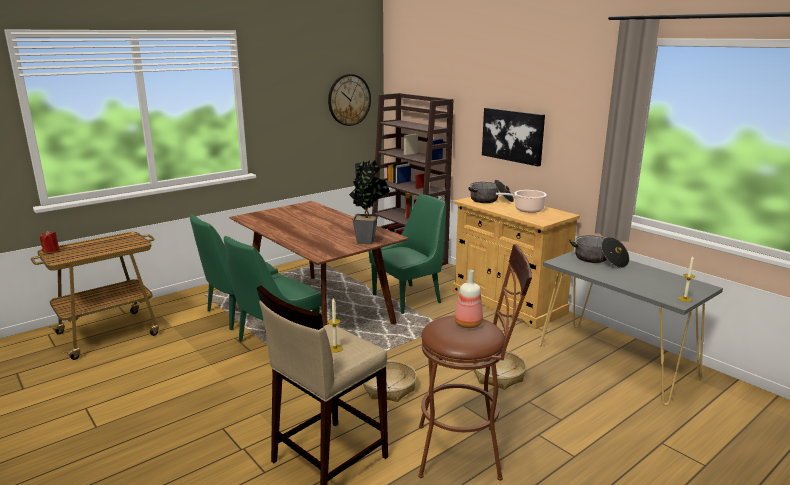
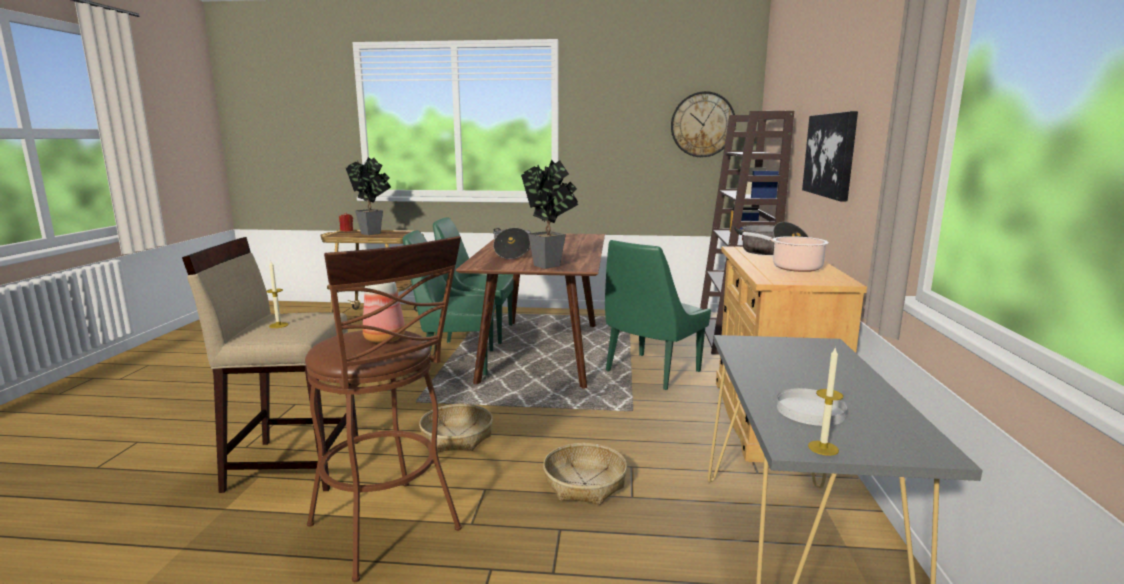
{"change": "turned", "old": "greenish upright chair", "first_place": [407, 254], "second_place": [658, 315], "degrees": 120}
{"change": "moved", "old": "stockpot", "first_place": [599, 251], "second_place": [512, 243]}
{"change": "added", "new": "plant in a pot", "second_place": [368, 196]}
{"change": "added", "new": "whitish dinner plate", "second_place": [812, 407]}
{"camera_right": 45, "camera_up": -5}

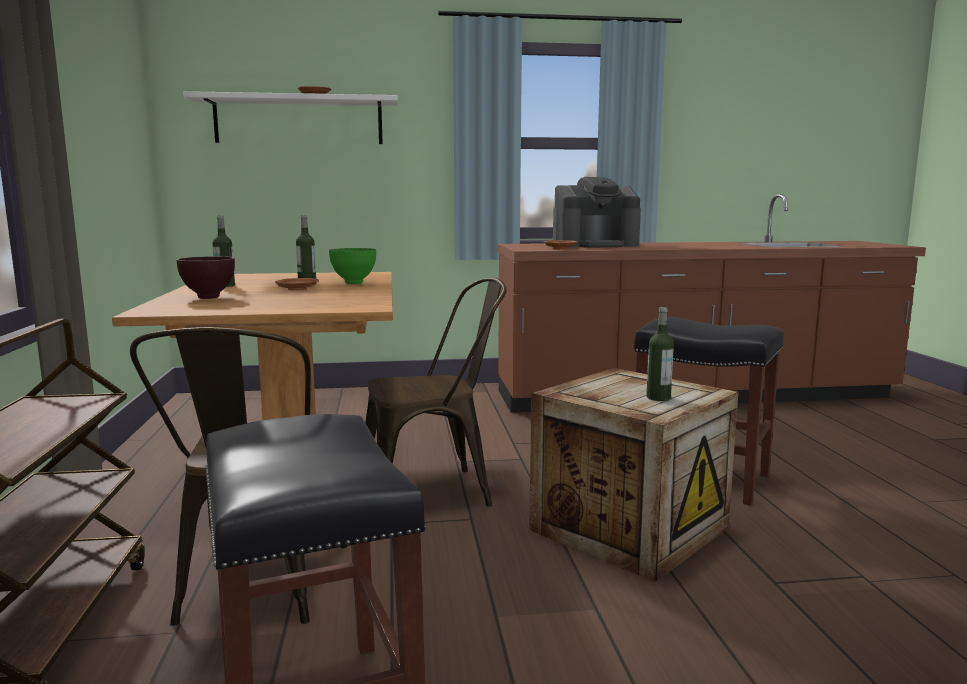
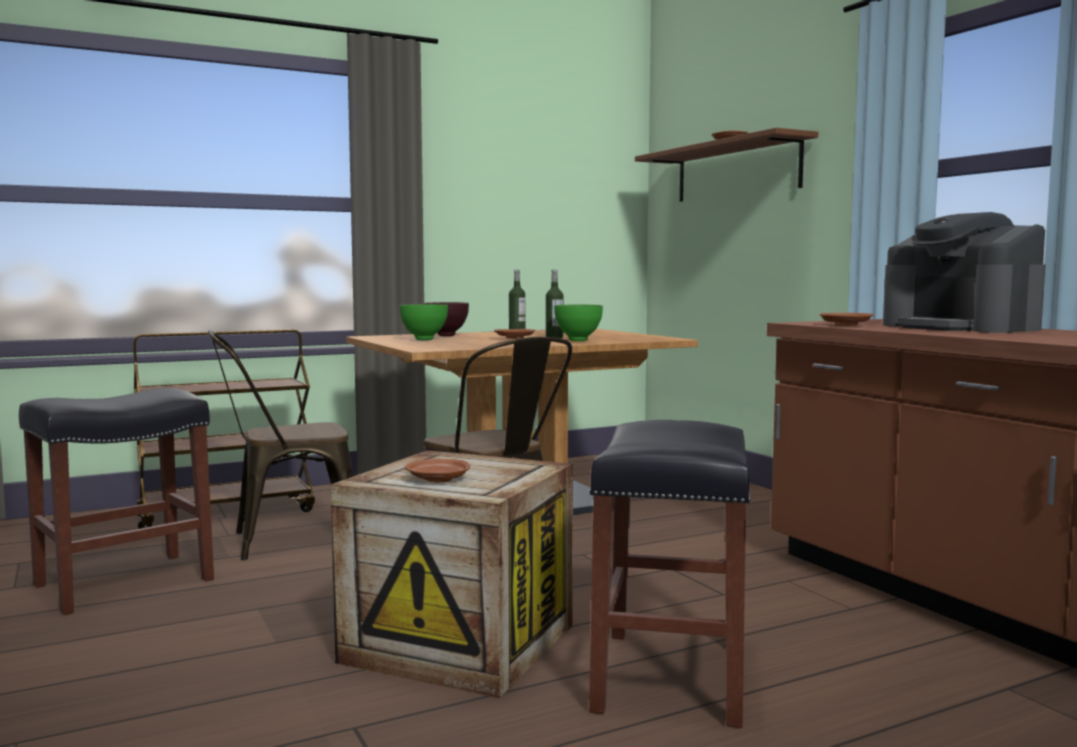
{"change": "recoloured", "old": "whitish shelf", "new": "brown-coloured shelf", "first_place": [290, 117], "second_place": [726, 165]}
{"change": "replaced", "old": "bottle", "new": "brown-coloured dinner plate", "first_place": [660, 354], "second_place": [437, 470]}
{"change": "added", "new": "greenish bowl", "second_place": [424, 322]}
{"camera_right": 70, "camera_up": -5}

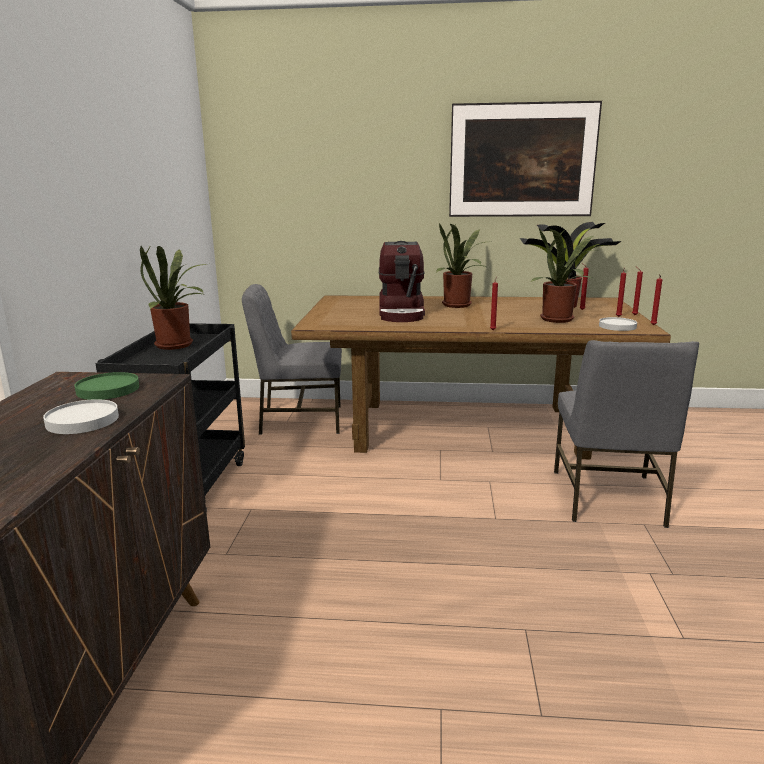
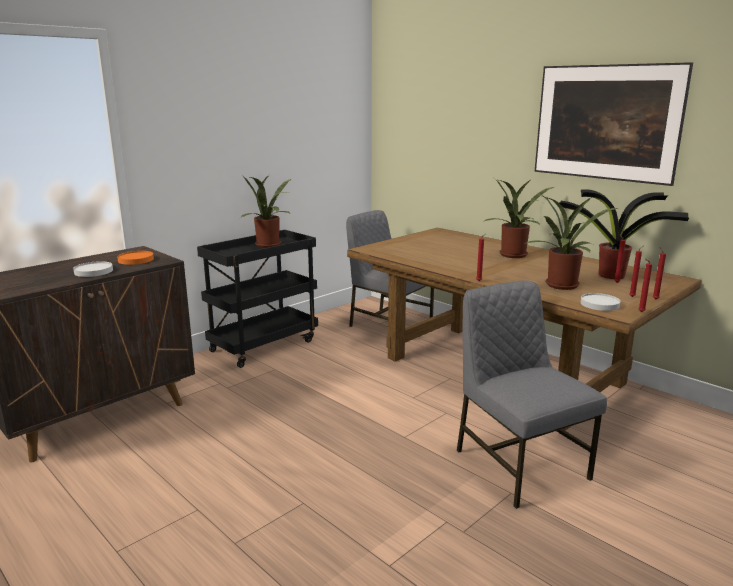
{"change": "removed", "old": "coffee brewer", "first_place": [402, 281]}
{"change": "turned", "old": "grey upright chair", "first_place": [626, 434], "second_place": [531, 394], "degrees": 105}
{"change": "recoloured", "old": "greenish dinner plate", "new": "orange dinner plate", "first_place": [106, 386], "second_place": [135, 258]}
{"camera_right": 40, "camera_up": 0}

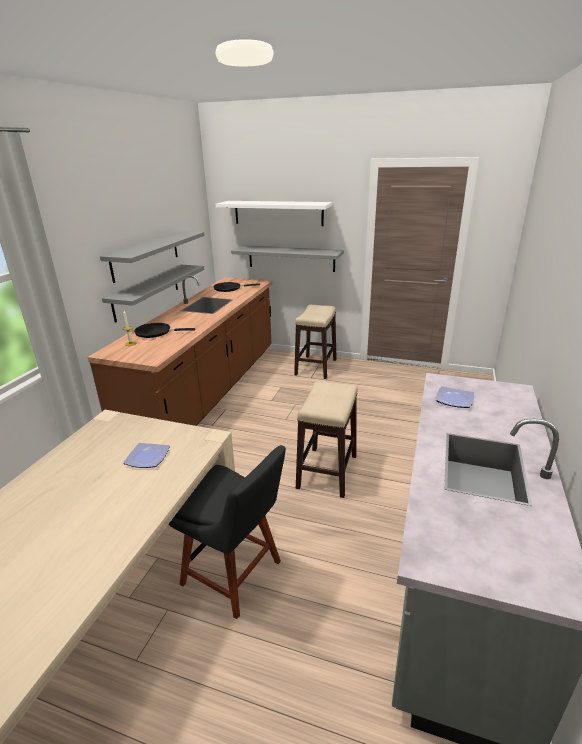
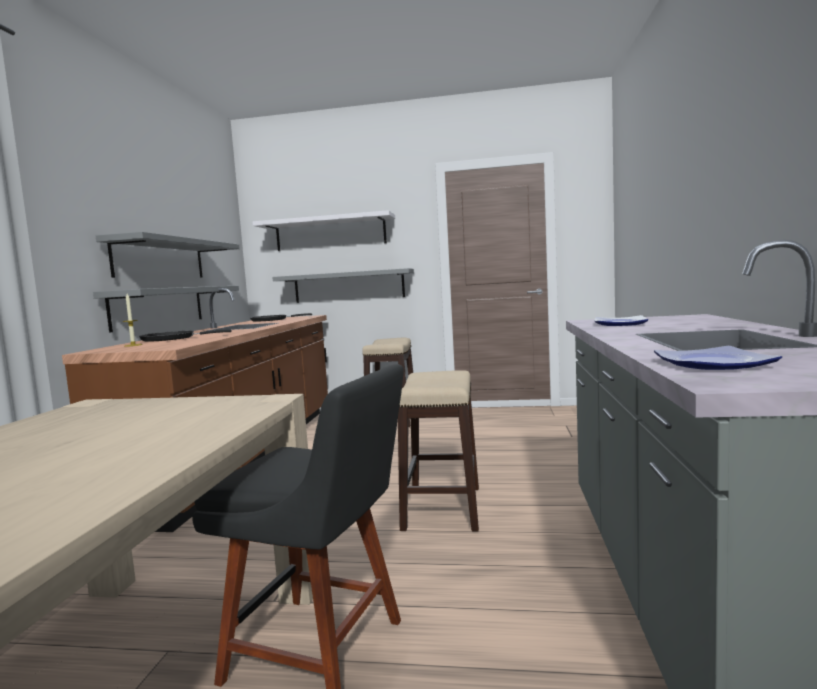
{"change": "moved", "old": "dinner plate", "first_place": [146, 455], "second_place": [718, 358]}
{"camera_right": -10, "camera_up": -20}

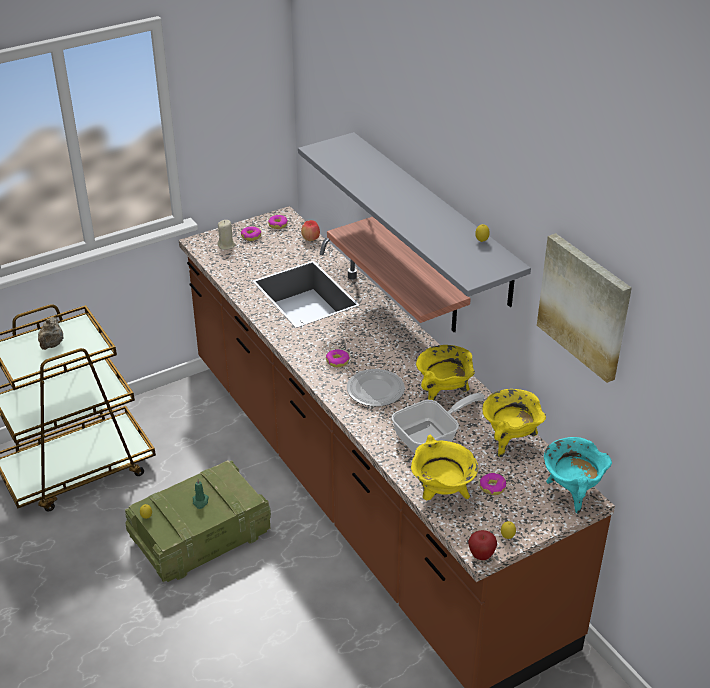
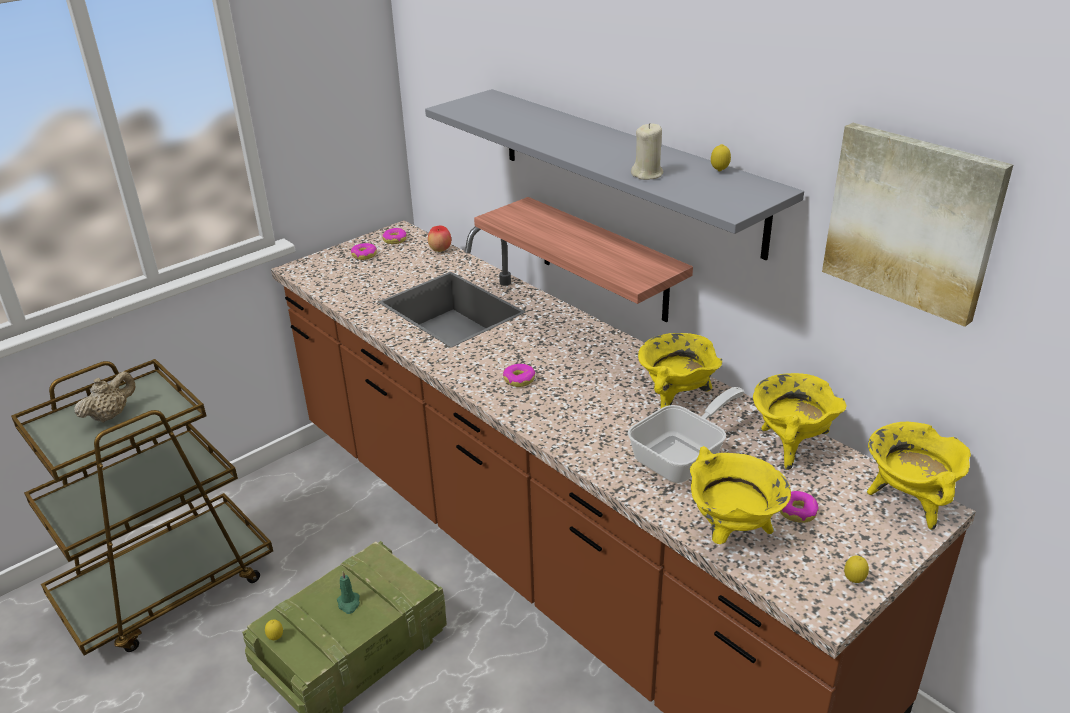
{"change": "moved", "old": "beige candle", "first_place": [226, 235], "second_place": [647, 151]}
{"change": "turned", "old": "beige pot for tea", "first_place": [50, 333], "second_place": [104, 397], "degrees": -135}
{"change": "removed", "old": "dinner plate", "first_place": [376, 388]}
{"change": "recoloured", "old": "blue-green stockpot", "new": "yellow stockpot", "first_place": [578, 475], "second_place": [919, 476]}
{"change": "removed", "old": "apple", "first_place": [482, 545]}
{"camera_right": -10, "camera_up": -5}

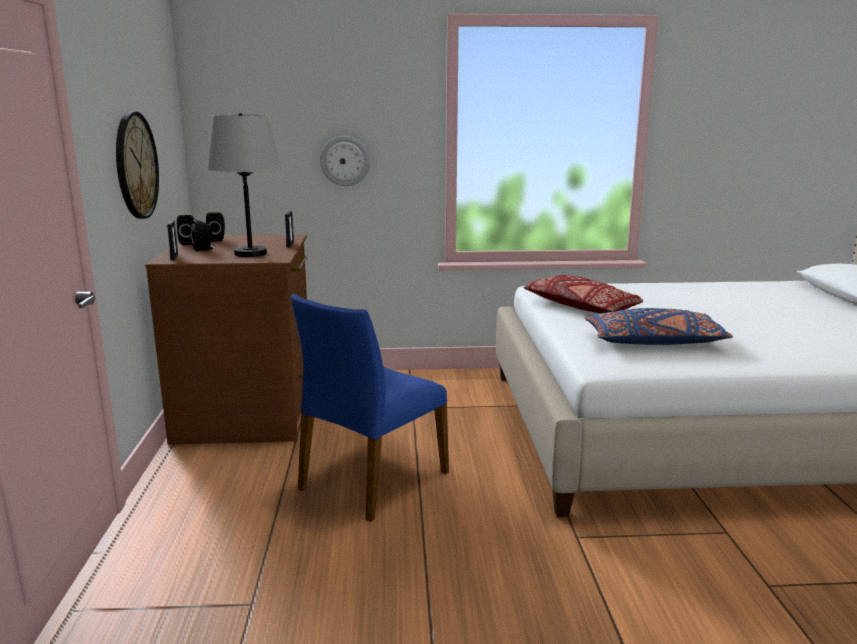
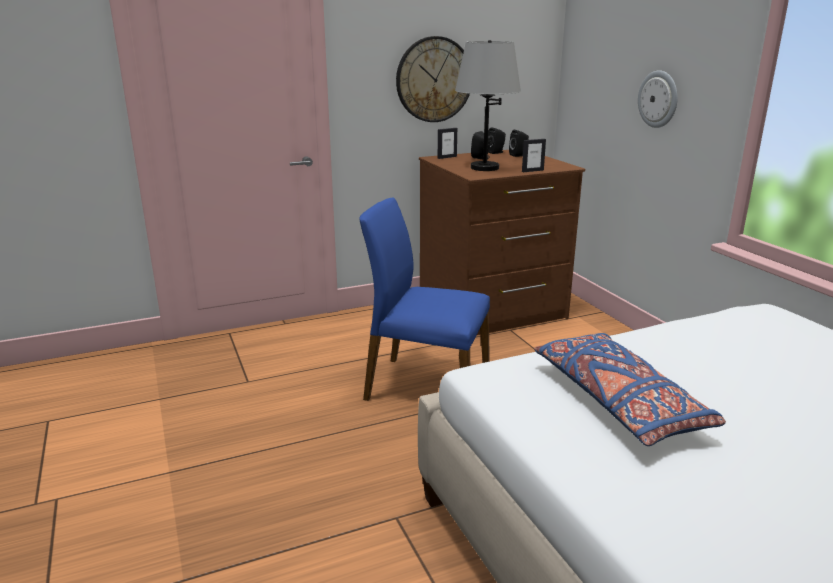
{"change": "removed", "old": "red-coloured cushion", "first_place": [583, 294]}
{"camera_right": 70, "camera_up": 5}

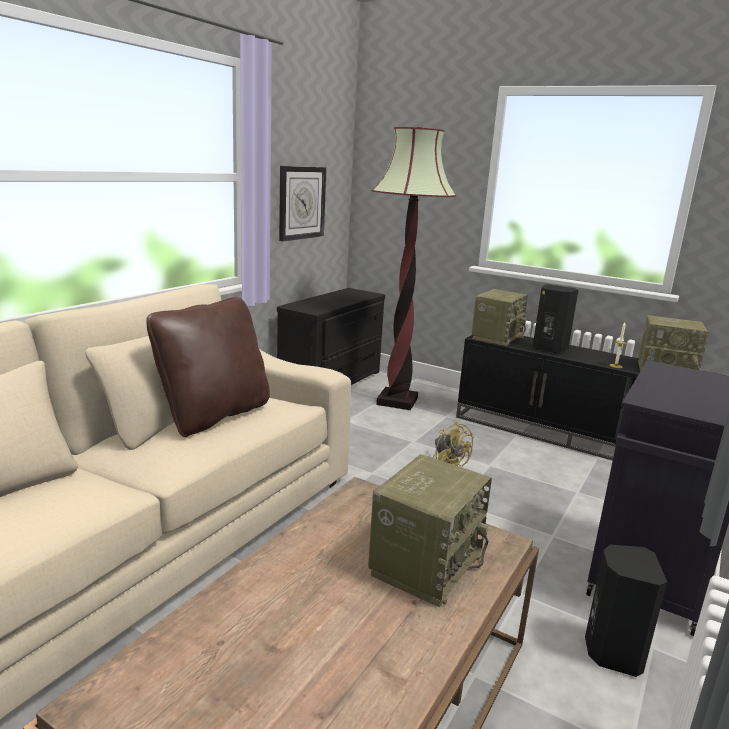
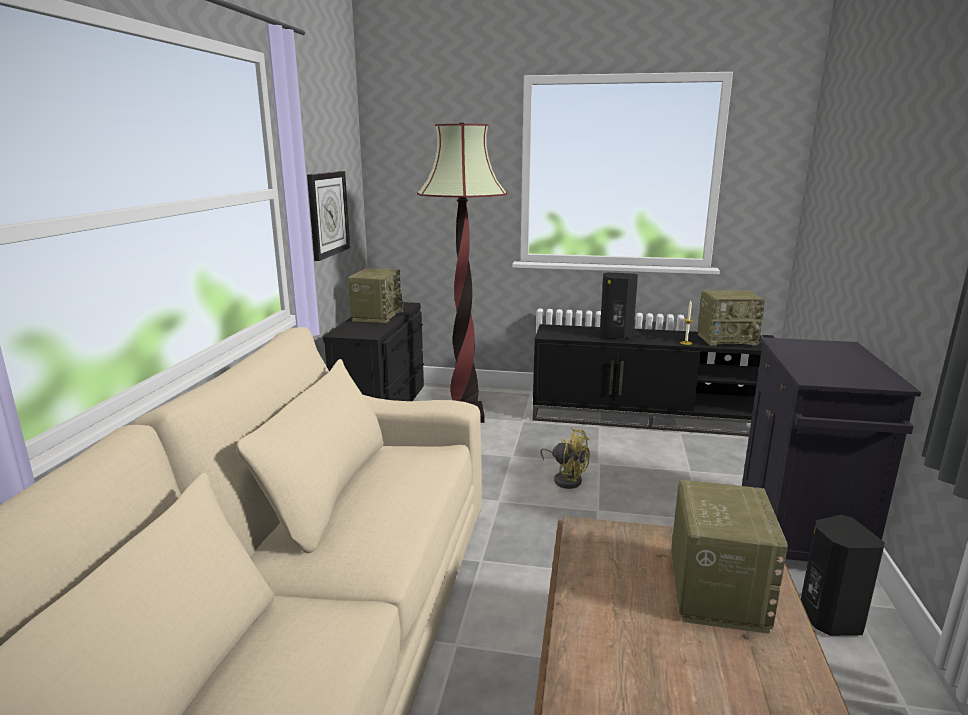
{"change": "moved", "old": "radio", "first_place": [500, 317], "second_place": [376, 295]}
{"change": "removed", "old": "brown-coloured cushion", "first_place": [208, 367]}
{"camera_right": -20, "camera_up": 0}

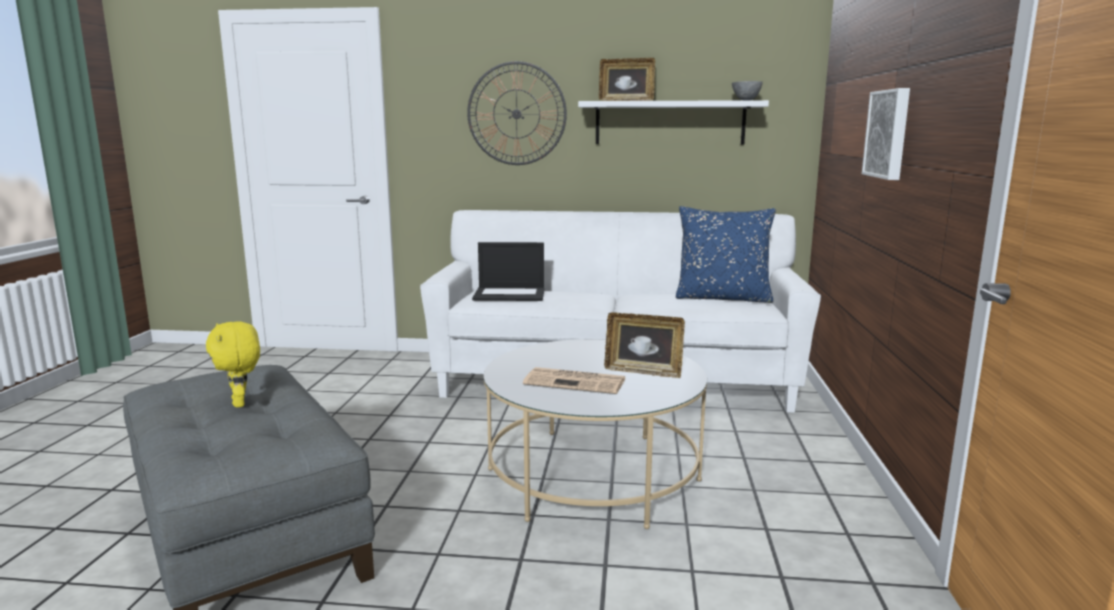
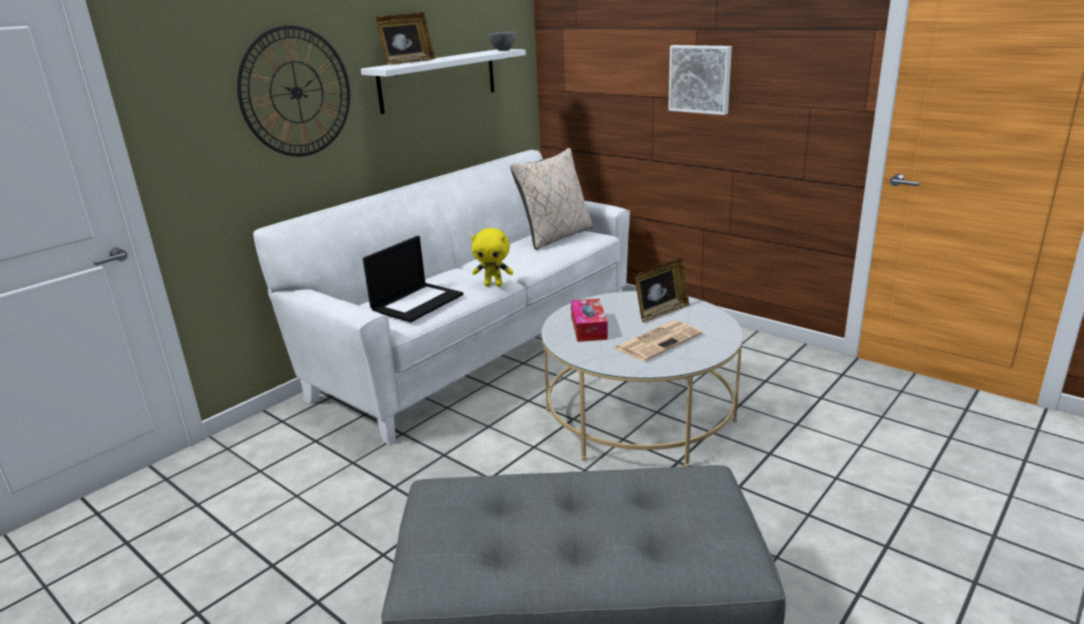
{"change": "recoloured", "old": "bluish cushion", "new": "beige cushion", "first_place": [726, 254], "second_place": [551, 199]}
{"change": "moved", "old": "yellow plush toy", "first_place": [233, 364], "second_place": [492, 257]}
{"change": "added", "new": "box of tissues", "second_place": [589, 320]}
{"camera_right": -55, "camera_up": 10}

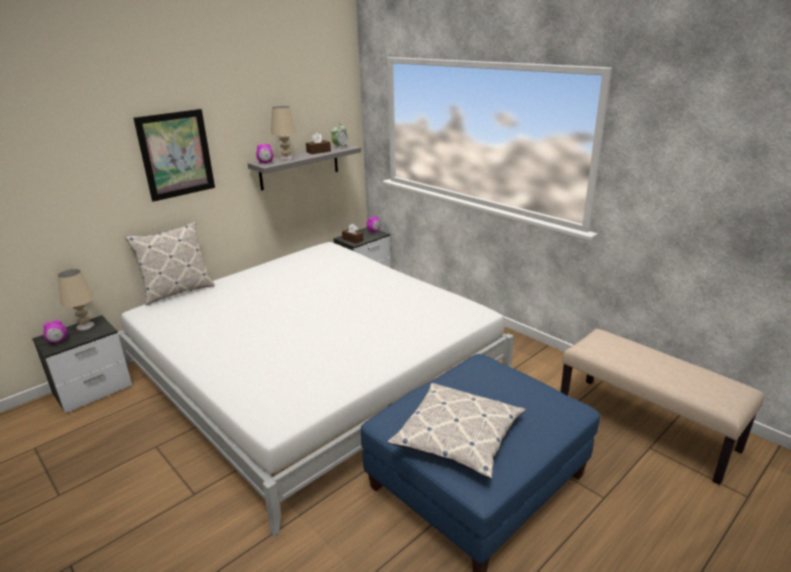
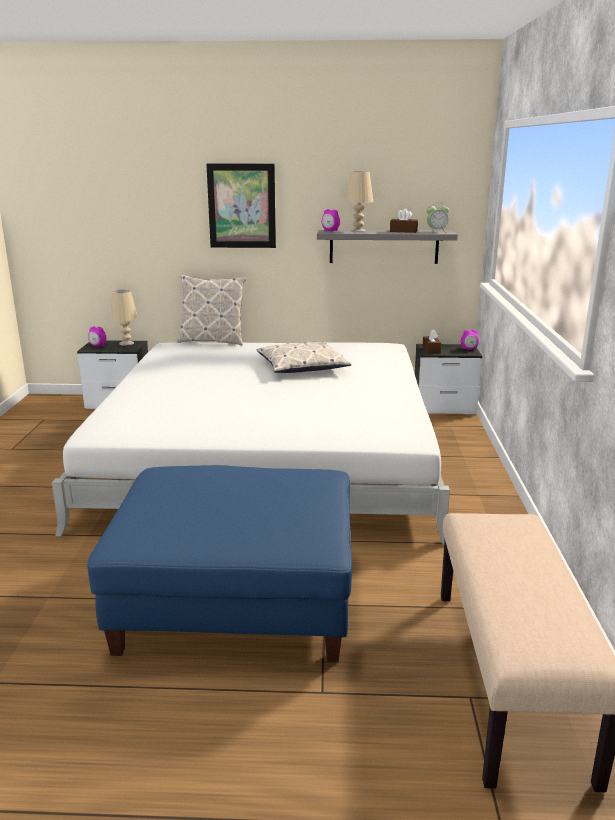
{"change": "moved", "old": "cushion", "first_place": [457, 431], "second_place": [304, 357]}
{"camera_right": 45, "camera_up": -5}

